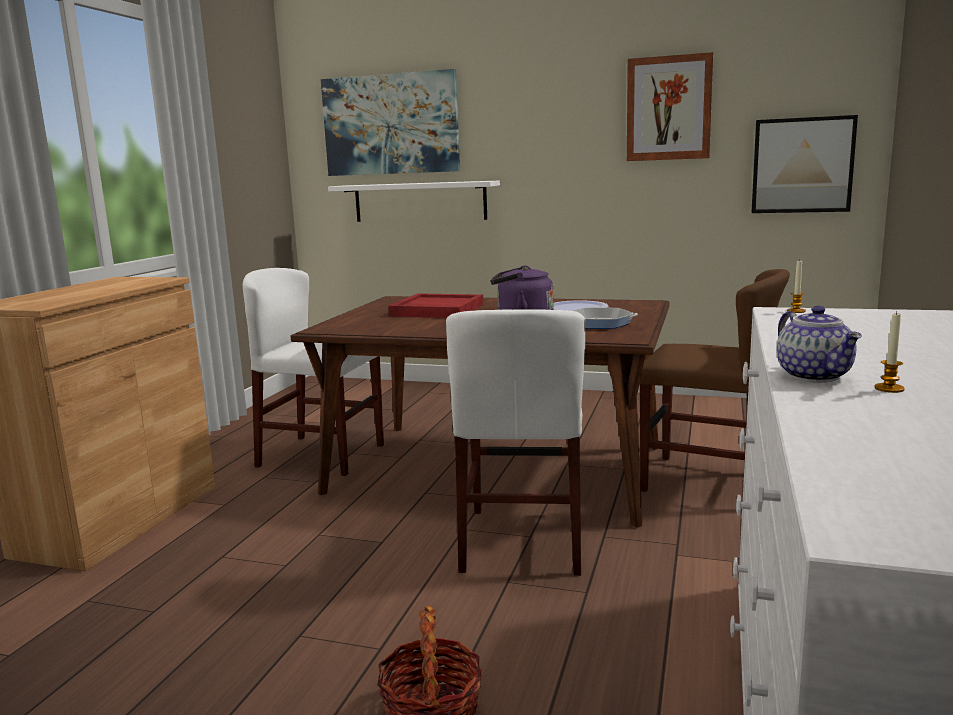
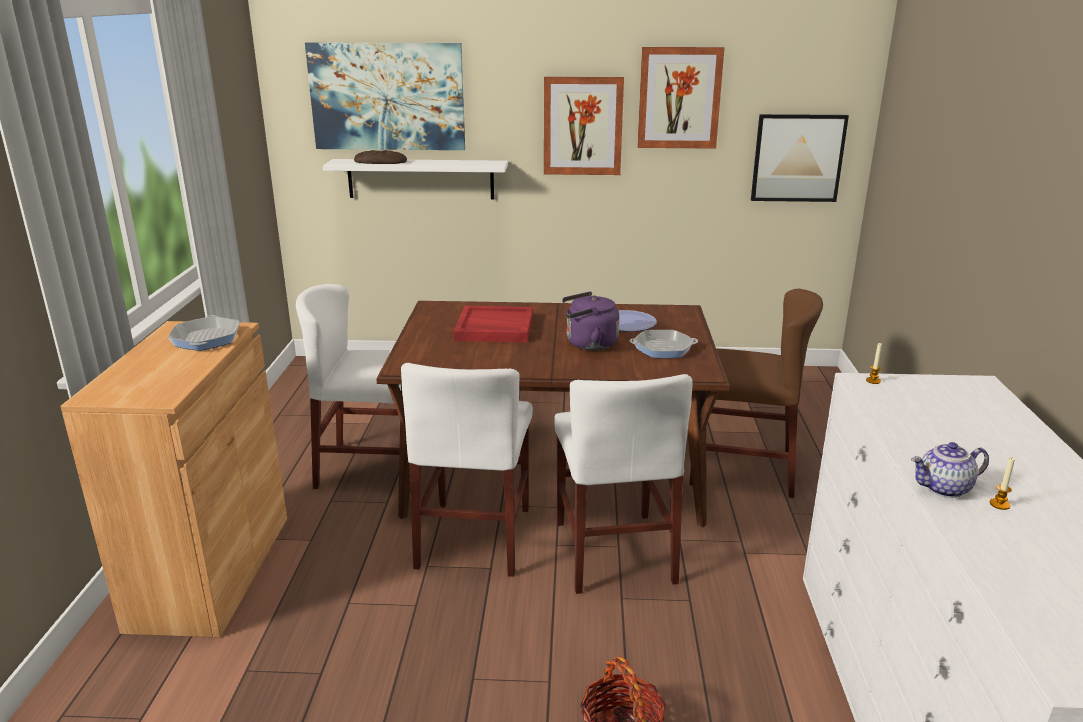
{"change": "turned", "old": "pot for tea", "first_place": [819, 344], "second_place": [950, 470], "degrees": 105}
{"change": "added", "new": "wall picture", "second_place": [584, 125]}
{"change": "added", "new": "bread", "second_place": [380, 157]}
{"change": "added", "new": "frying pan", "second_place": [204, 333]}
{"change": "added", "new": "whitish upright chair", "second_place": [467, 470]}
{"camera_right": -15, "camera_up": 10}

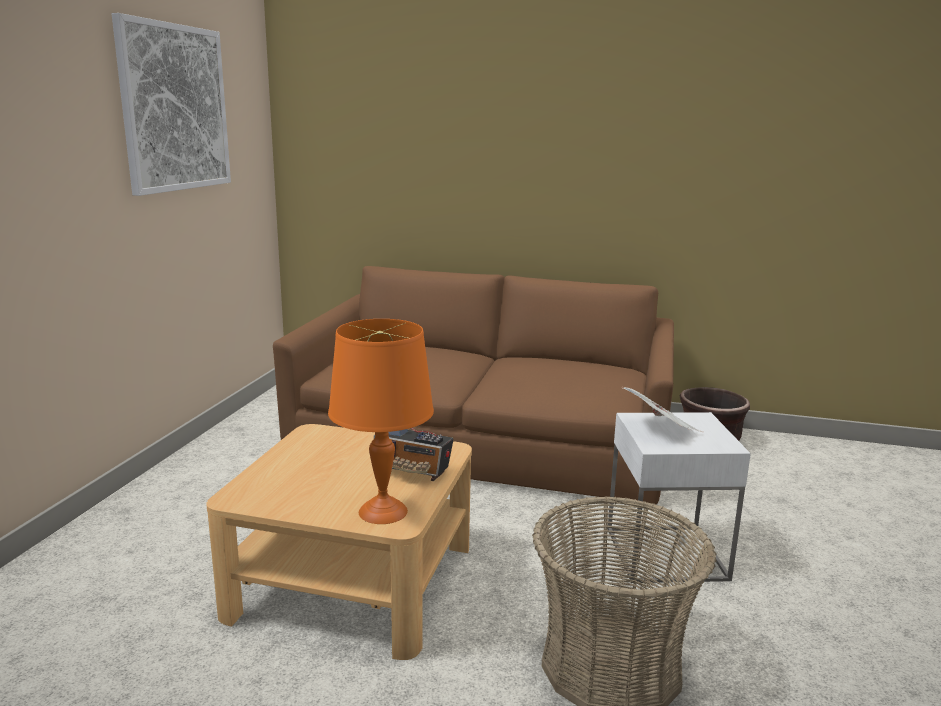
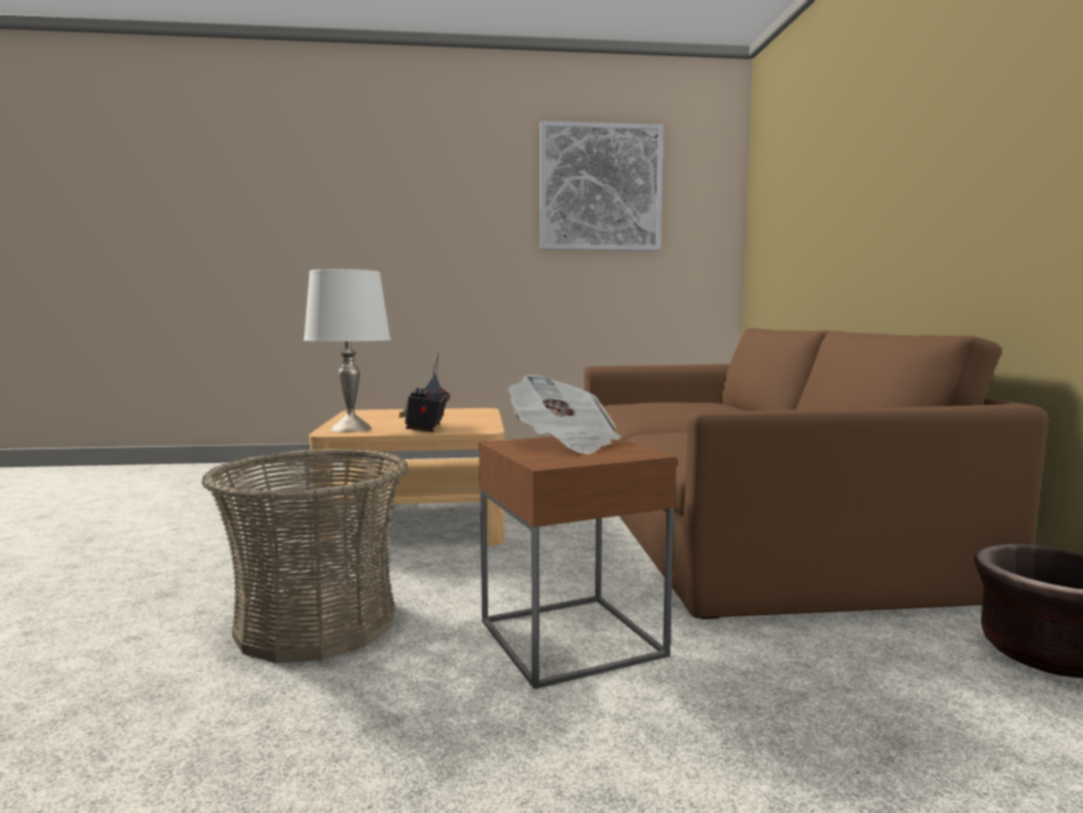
{"change": "recoloured", "old": "orange lamp for a table", "new": "whitish lamp for a table", "first_place": [381, 421], "second_place": [347, 350]}
{"change": "recoloured", "old": "whitish end table", "new": "brown-coloured end table", "first_place": [679, 497], "second_place": [578, 562]}
{"camera_right": 70, "camera_up": -10}

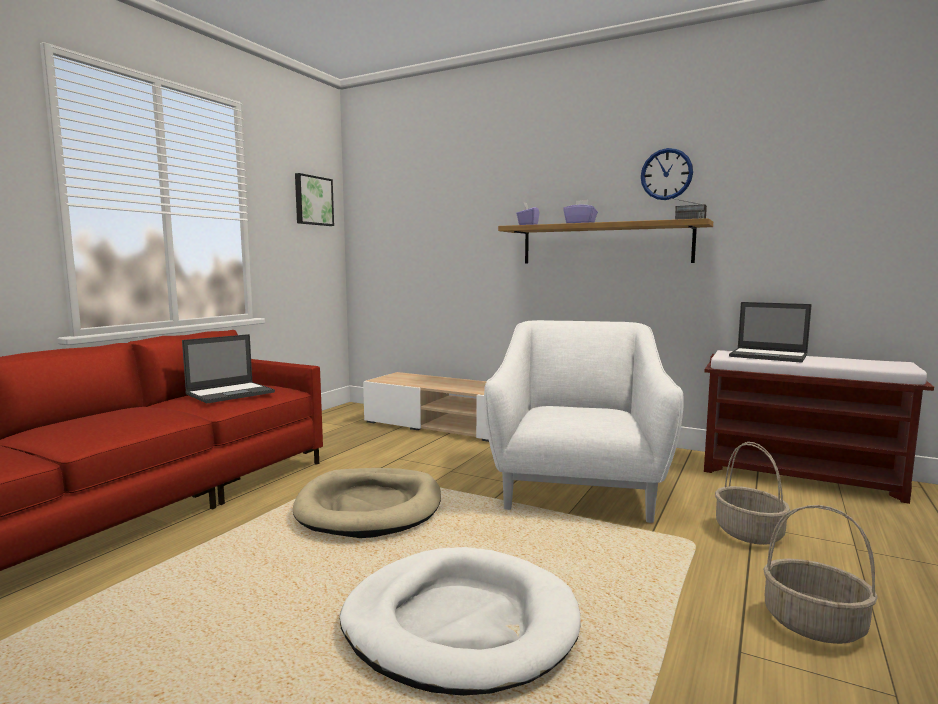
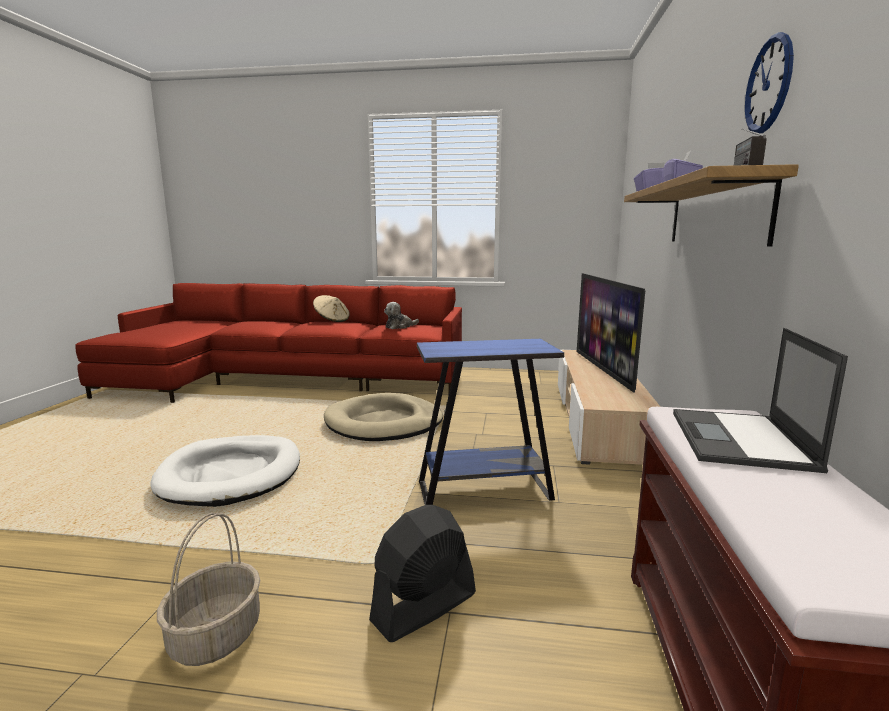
{"change": "removed", "old": "wall picture", "first_place": [314, 199]}
{"change": "replaced", "old": "whitish lounge chair", "new": "bluish end table", "first_place": [584, 421], "second_place": [490, 422]}
{"change": "replaced", "old": "notebook computer", "new": "plush toy", "first_place": [228, 368], "second_place": [401, 315]}
{"change": "replaced", "old": "storage basket", "new": "black cooling fan", "first_place": [752, 493], "second_place": [422, 573]}
{"change": "added", "new": "television", "second_place": [611, 332]}
{"change": "added", "new": "beige clothing hat", "second_place": [331, 308]}
{"camera_right": 70, "camera_up": 5}

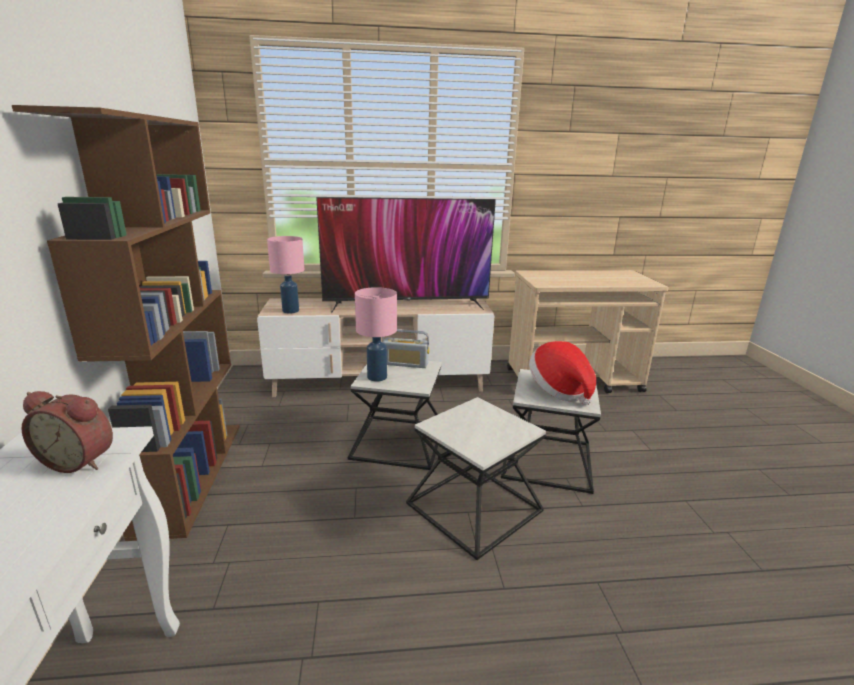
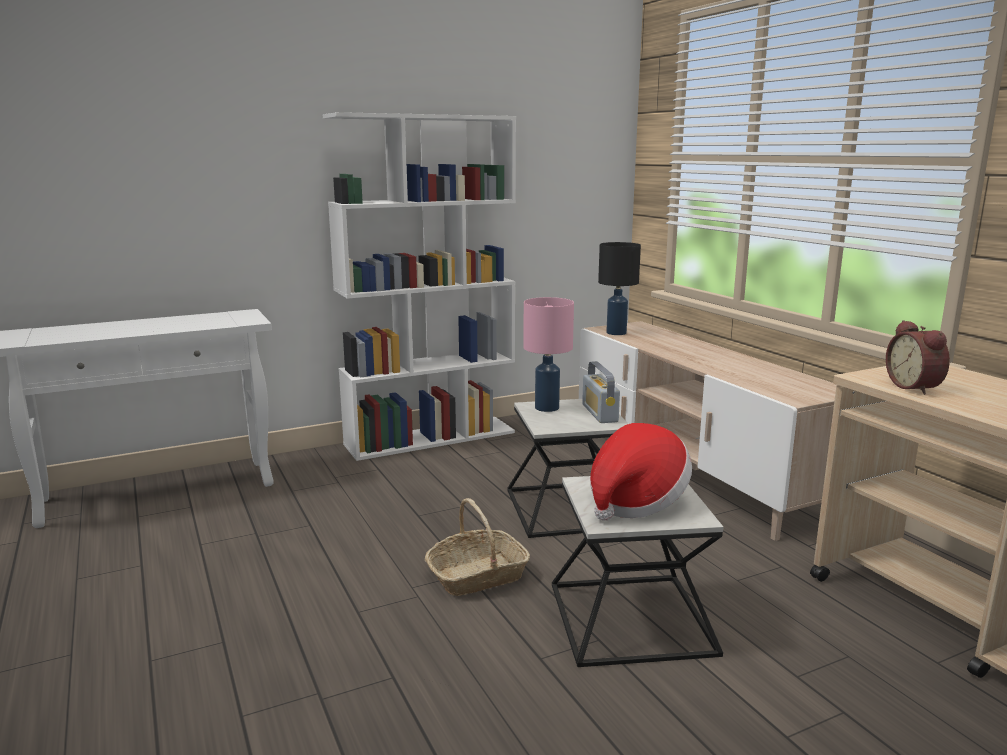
{"change": "recoloured", "old": "brown-coloured shelving unit", "new": "whitish shelving unit", "first_place": [126, 323], "second_place": [419, 286]}
{"change": "removed", "old": "television", "first_place": [406, 255]}
{"change": "recoloured", "old": "pink-coloured lamp for a table", "new": "black lamp for a table", "first_place": [286, 275], "second_place": [619, 288]}
{"change": "moved", "old": "alarm clock", "first_place": [67, 432], "second_place": [918, 357]}
{"change": "replaced", "old": "end table", "new": "storage basket", "first_place": [476, 478], "second_place": [477, 547]}
{"camera_right": 70, "camera_up": -5}

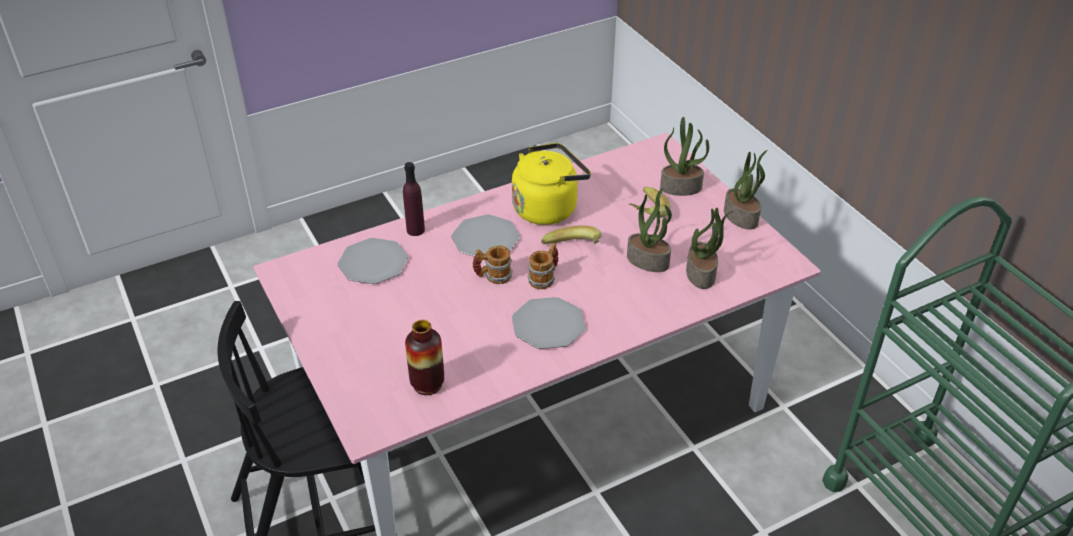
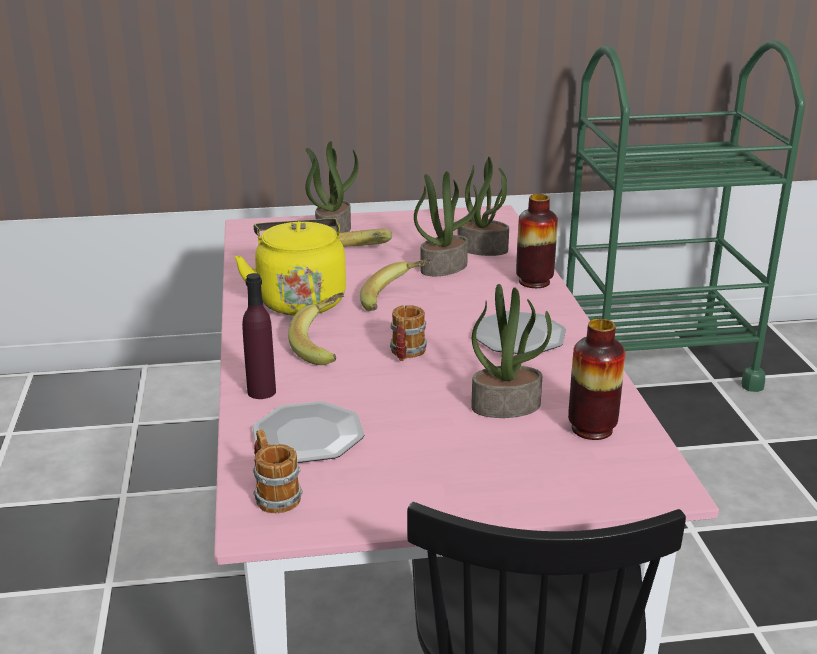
{"change": "moved", "old": "plant in a pot", "first_place": [745, 190], "second_place": [511, 351]}
{"change": "replaced", "old": "dinner plate", "new": "banana", "first_place": [485, 235], "second_place": [316, 328]}
{"change": "moved", "old": "mug", "first_place": [542, 266], "second_place": [278, 471]}
{"change": "added", "new": "decorative vase", "second_place": [537, 241]}
{"camera_right": -70, "camera_up": -15}

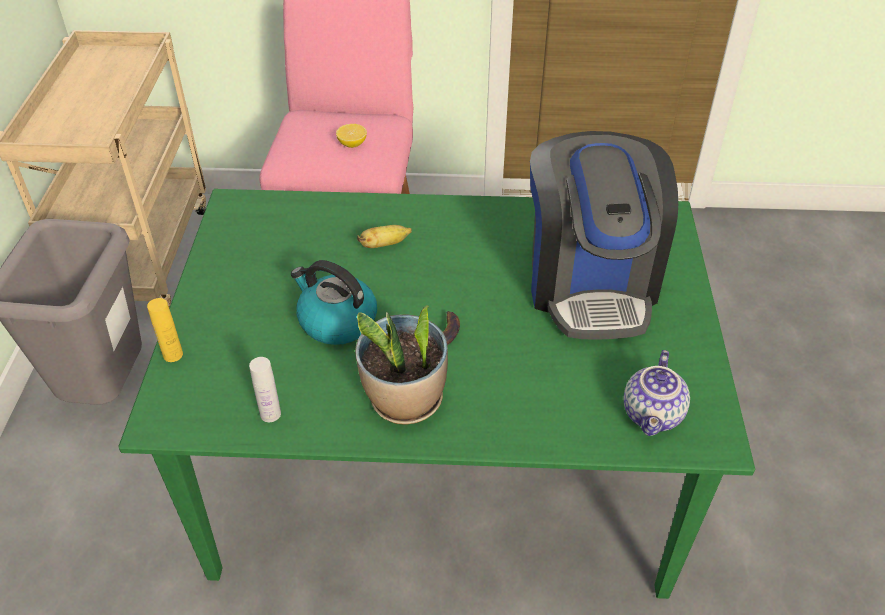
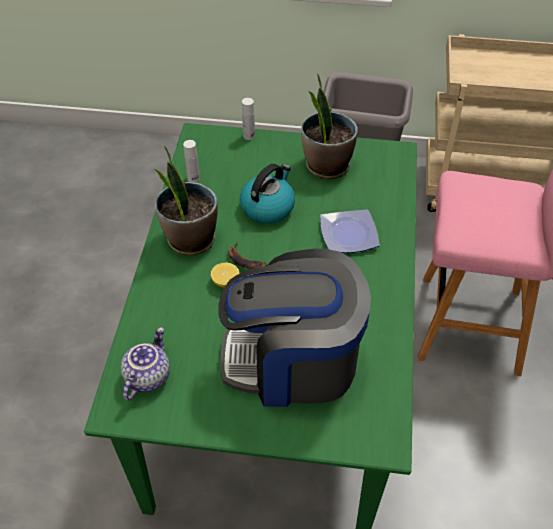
{"change": "moved", "old": "citrus fruit", "first_place": [351, 136], "second_place": [225, 275]}
{"change": "replaced", "old": "banana", "new": "dinner plate", "first_place": [384, 236], "second_place": [350, 231]}
{"change": "recoloured", "old": "yellow bottle", "new": "whitish bottle", "first_place": [165, 330], "second_place": [248, 119]}
{"change": "turned", "old": "pot for tea", "first_place": [657, 393], "second_place": [145, 363], "degrees": 90}
{"change": "added", "new": "plant in a pot", "second_place": [329, 126]}
{"camera_right": 95, "camera_up": 5}

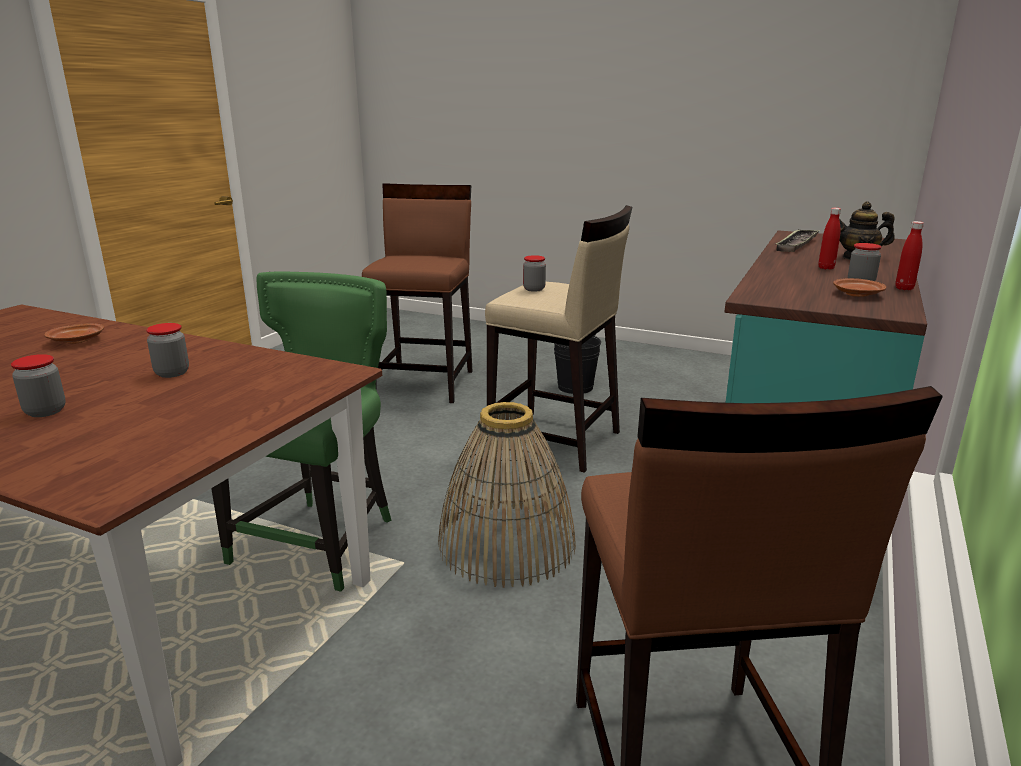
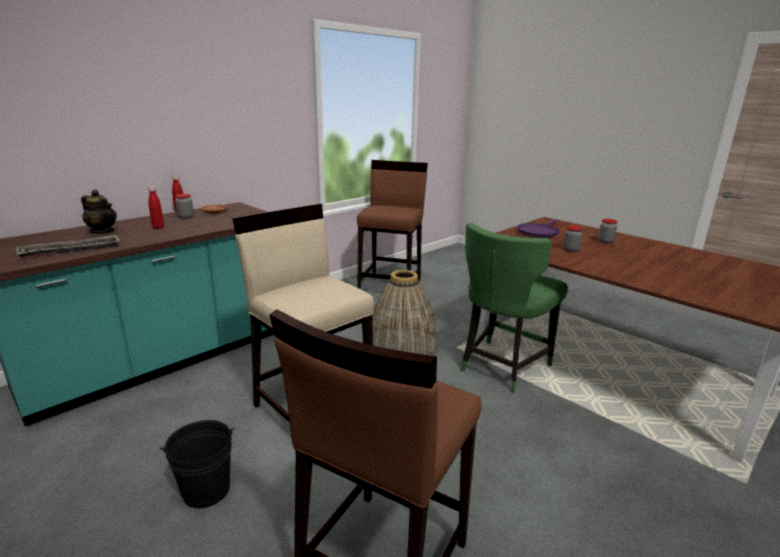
{"change": "removed", "old": "jar", "first_place": [534, 273]}
{"change": "removed", "old": "brown-coloured dinner plate", "first_place": [74, 333]}
{"change": "added", "new": "purple-coloured frying pan", "second_place": [538, 228]}
{"camera_right": -160, "camera_up": 0}

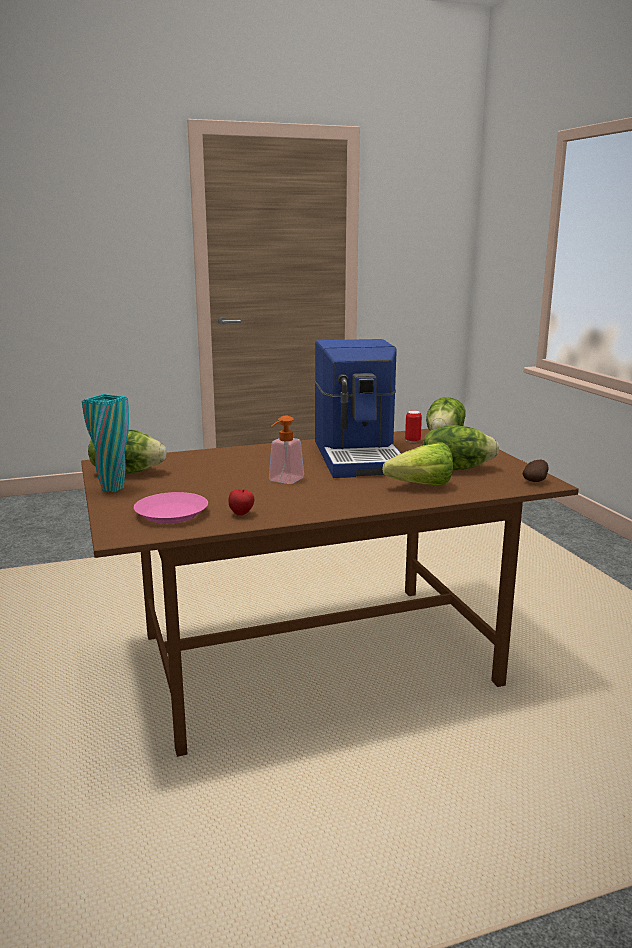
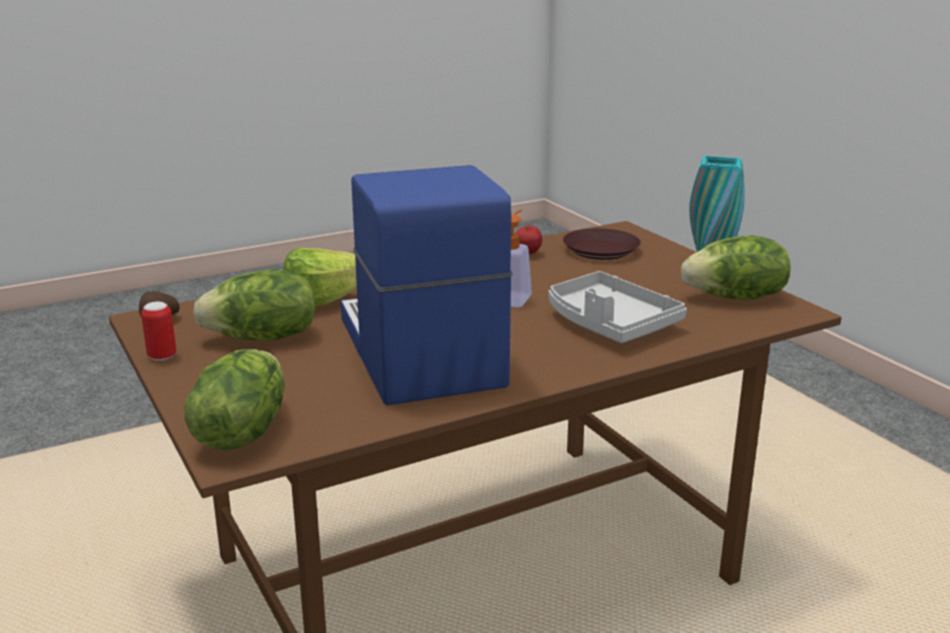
{"change": "moved", "old": "sealed can", "first_place": [413, 427], "second_place": [158, 331]}
{"change": "recoloured", "old": "pink-coloured dinner plate", "new": "brown-coloured dinner plate", "first_place": [171, 507], "second_place": [602, 244]}
{"change": "added", "new": "grey tray", "second_place": [618, 307]}
{"camera_right": 170, "camera_up": 5}

